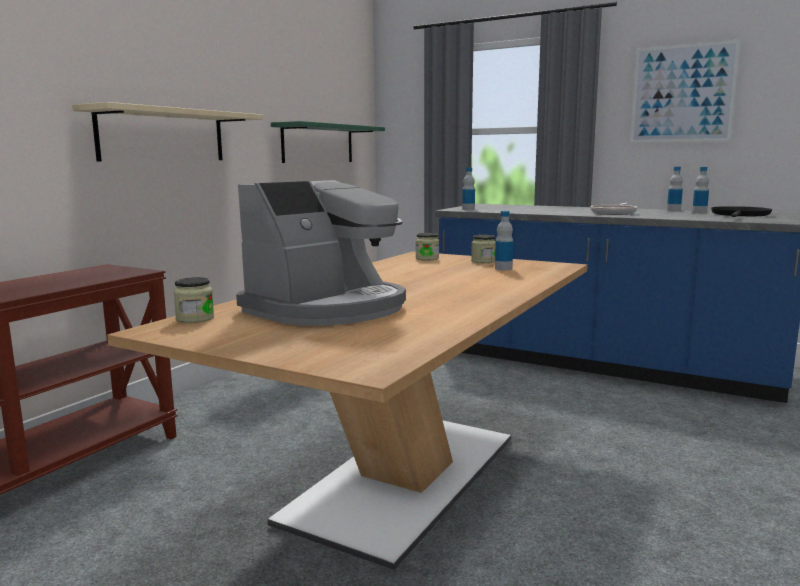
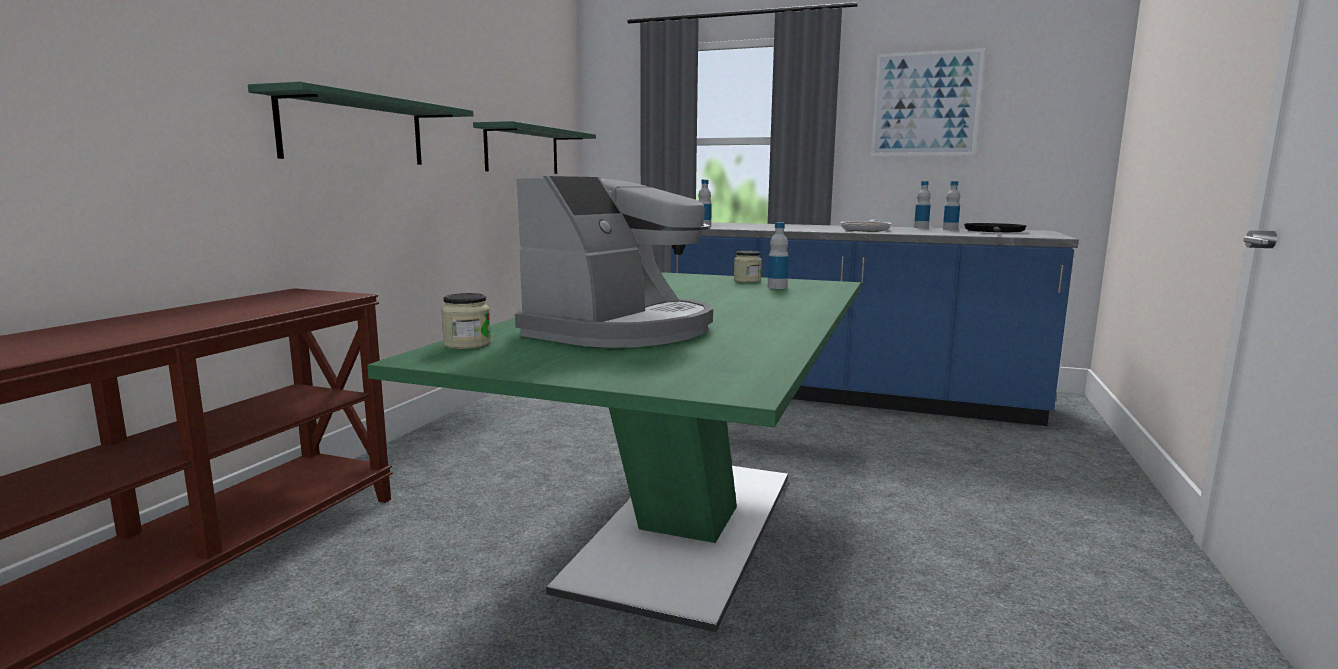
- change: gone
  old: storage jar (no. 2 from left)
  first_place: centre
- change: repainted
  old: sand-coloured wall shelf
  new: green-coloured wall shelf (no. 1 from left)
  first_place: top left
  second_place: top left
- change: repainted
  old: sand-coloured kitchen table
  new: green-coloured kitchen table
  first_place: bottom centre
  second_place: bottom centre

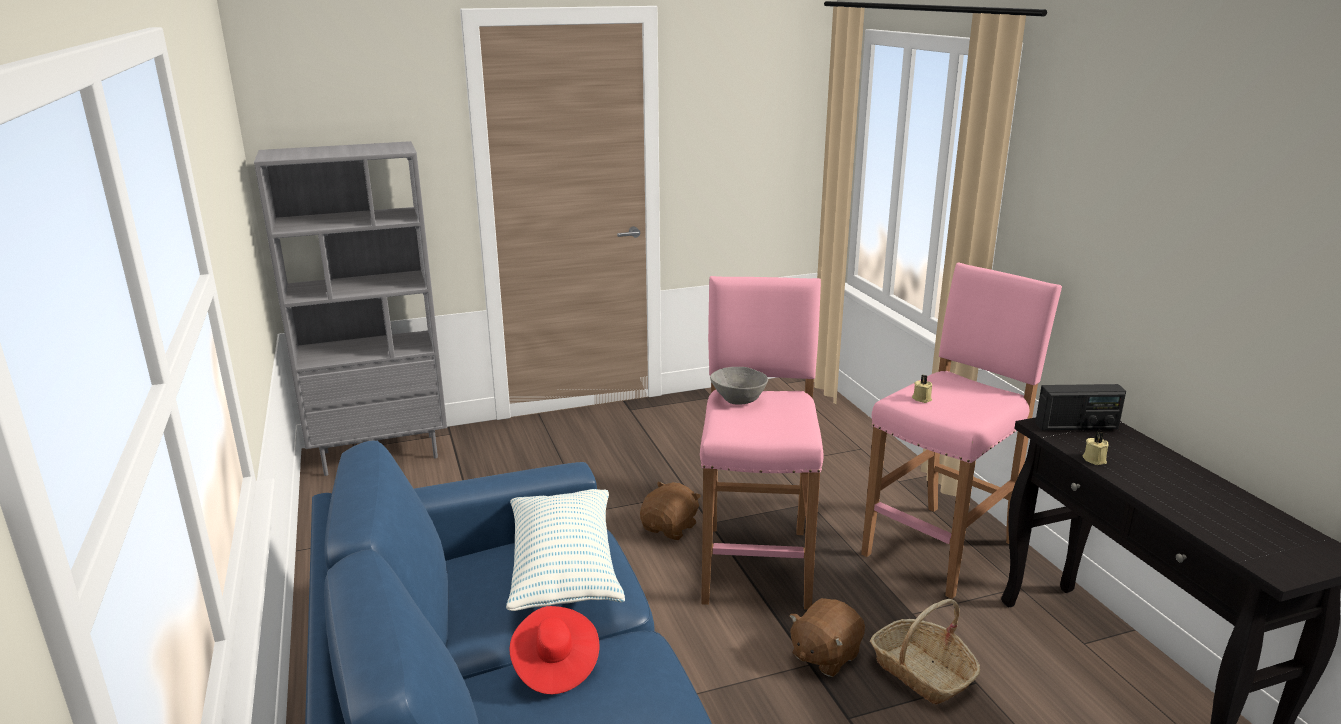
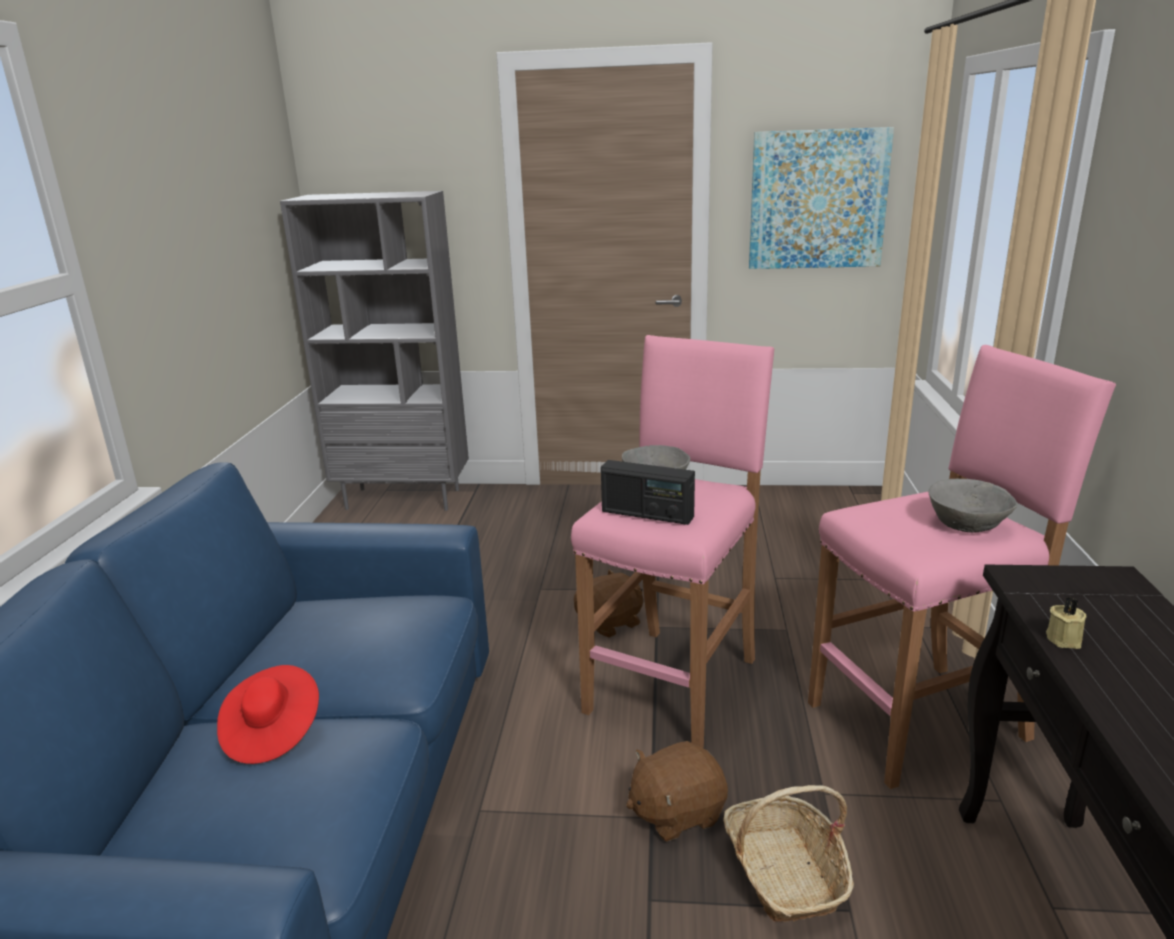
- change: gone
  old: cushion
  first_place: bottom centre
- change: gone
  old: sand-coloured wax candle (no. 1 from left)
  first_place: middle right
- change: new
  new: wall picture
  second_place: top right
- change: new
  new: grey serving bowl (no. 2 from left)
  second_place: middle right
- change: shifted
  old: radio receiver
  first_place: middle right
  second_place: centre

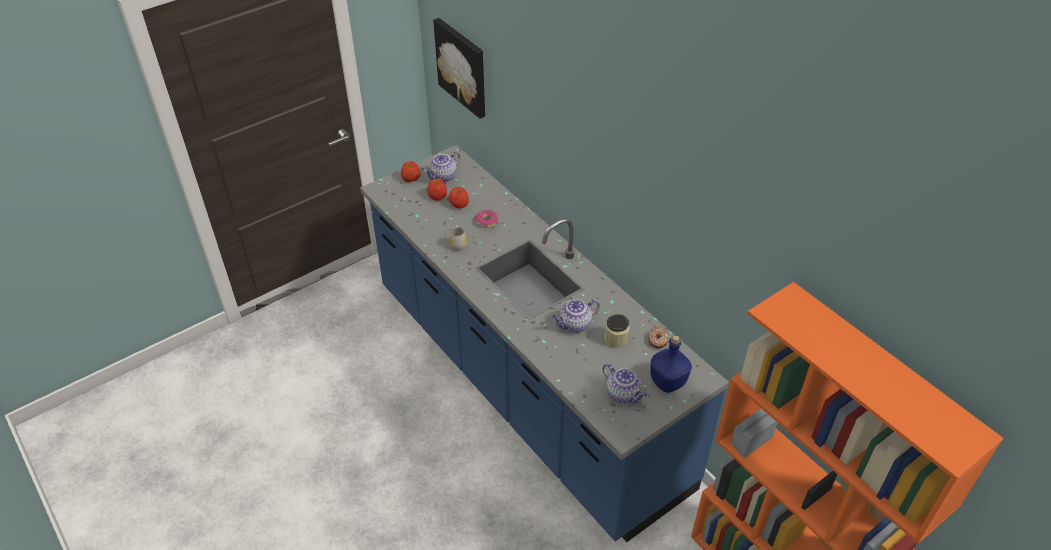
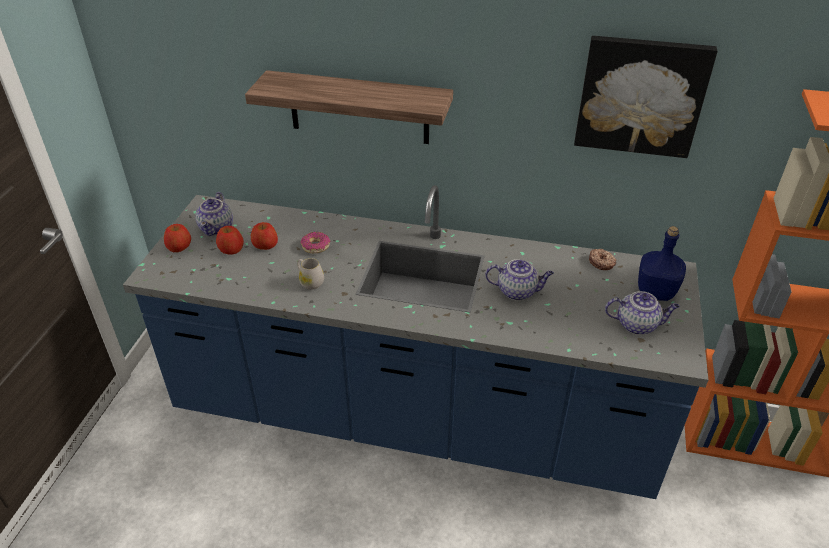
- change: gone
  old: storage jar
  first_place: centre
- change: new
  new: wall shelf
  second_place: top centre
- change: shifted
  old: wall picture
  first_place: top centre
  second_place: top right
- change: rotated
  old: pot for tea (no. 2 from left)
  first_place: centre
  second_place: centre
  degrees: -105

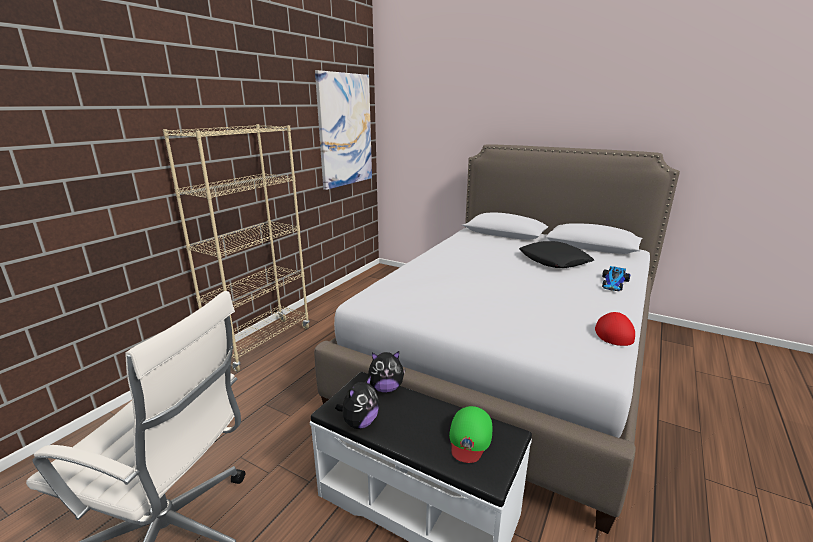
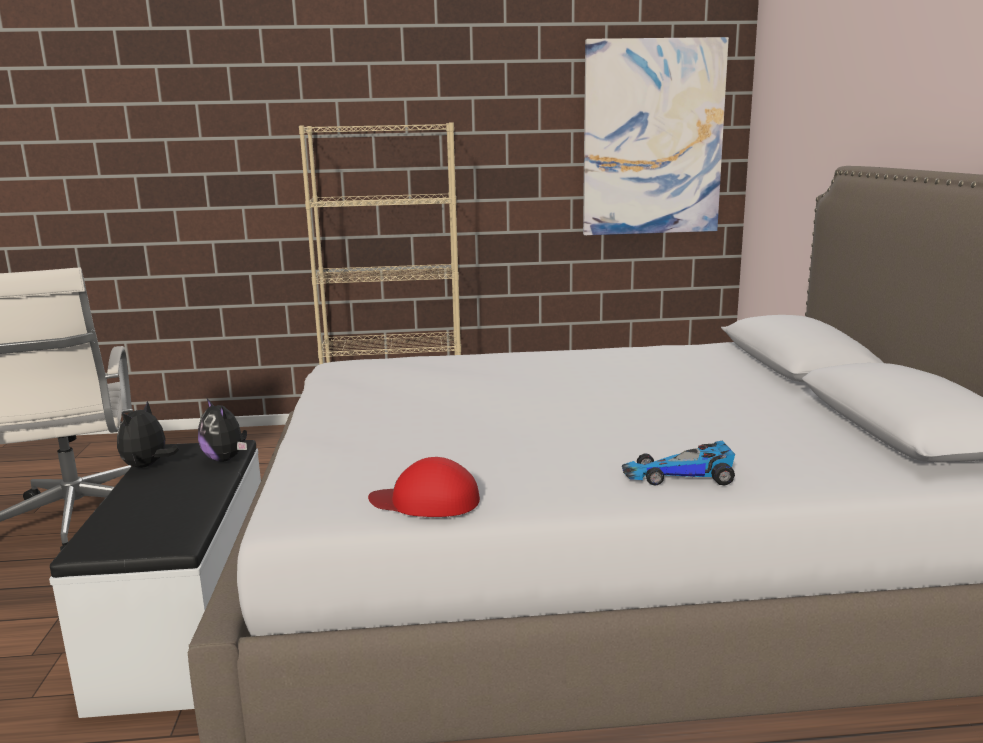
- change: gone
  old: green-coloured peaked cap
  first_place: bottom centre
- change: gone
  old: black-coloured cushion
  first_place: middle right
- change: rotated
  old: cuddly toy (no. 1 from left)
  first_place: bottom centre
  second_place: middle left
  degrees: 105
- change: rotated
  old: red-coloured peaked cap
  first_place: middle right
  second_place: centre
  degrees: -150

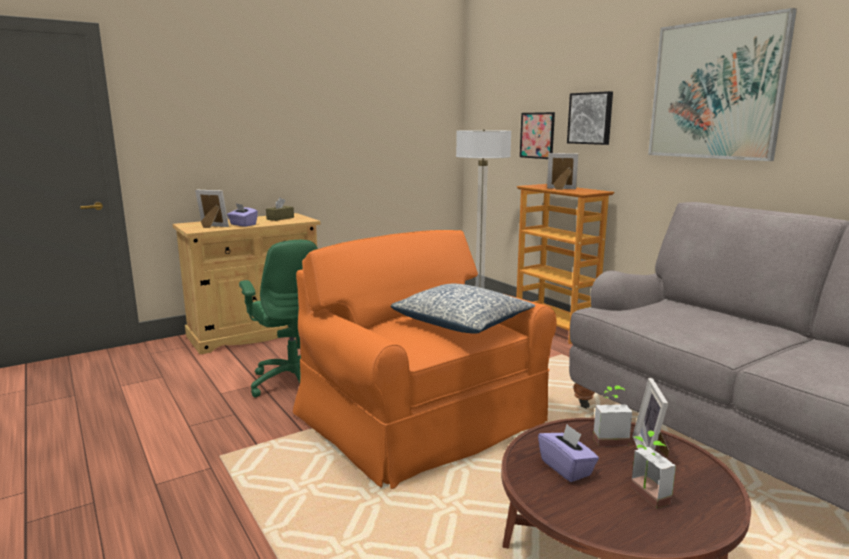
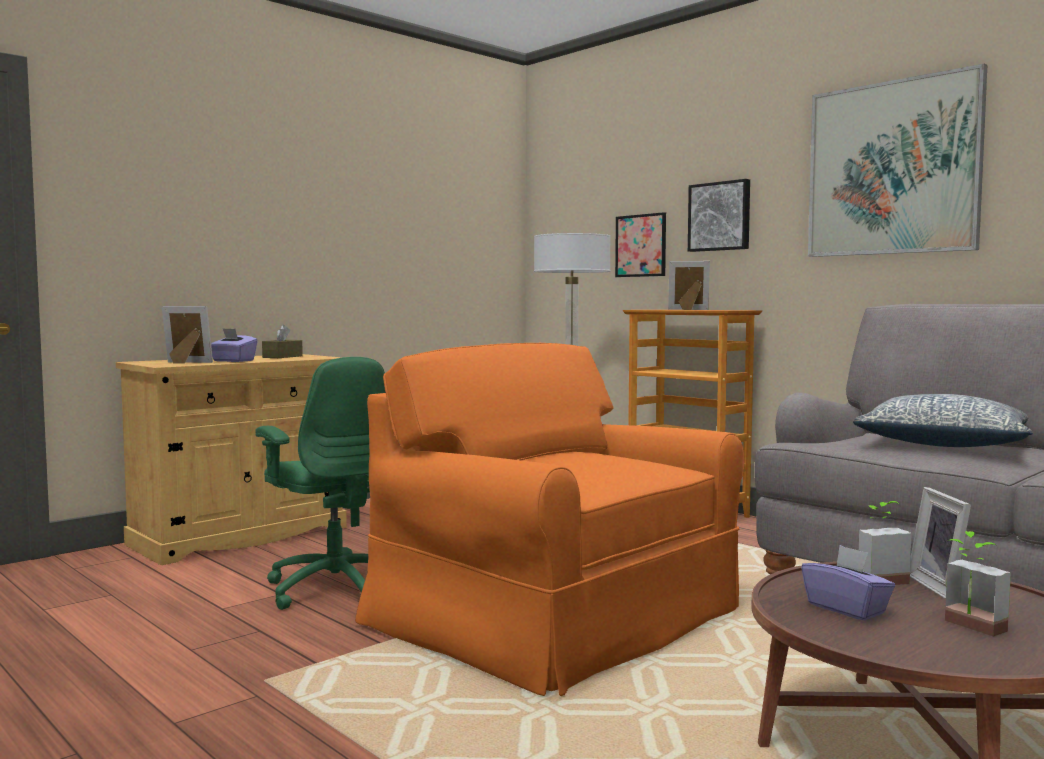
- change: shifted
  old: cushion
  first_place: centre
  second_place: middle right

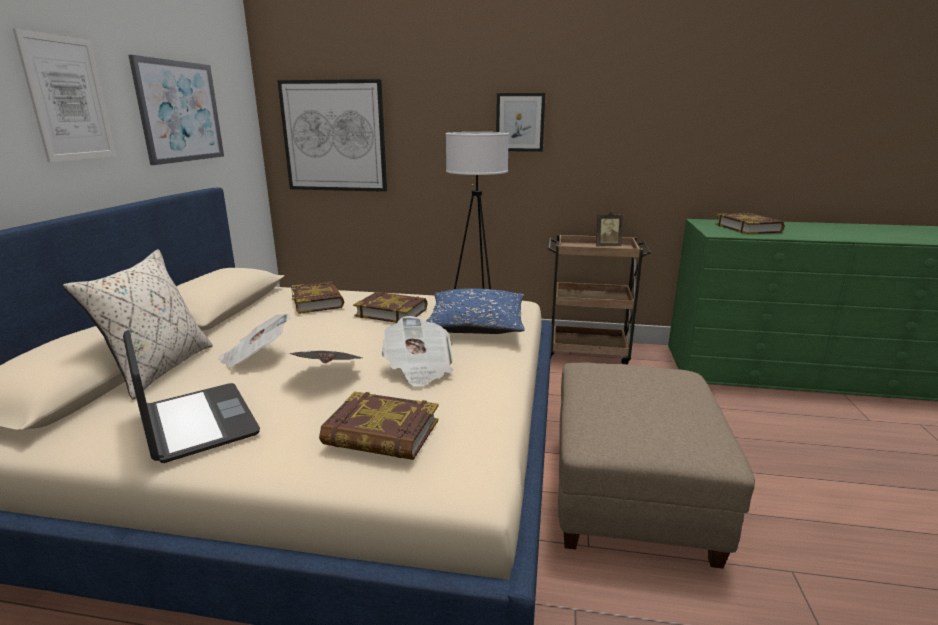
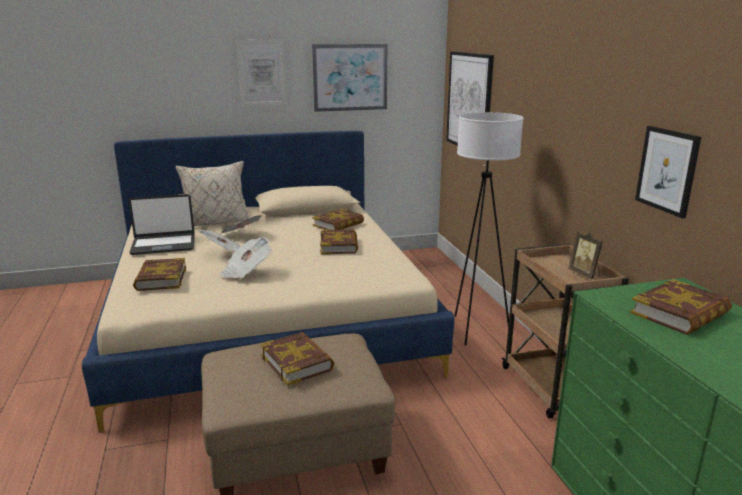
- change: gone
  old: blue-coloured cushion
  first_place: centre
- change: new
  new: bound book (no. 2 from left)
  second_place: bottom centre
- change: shifted
  old: wall picture (no. 4 from left)
  first_place: top centre
  second_place: middle right
- change: rotated
  old: portable computer
  first_place: middle left
  second_place: middle left
  degrees: 45

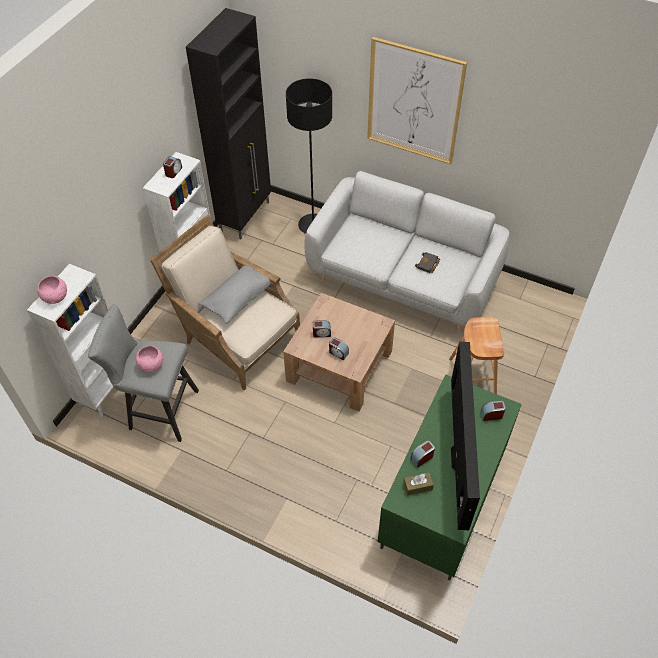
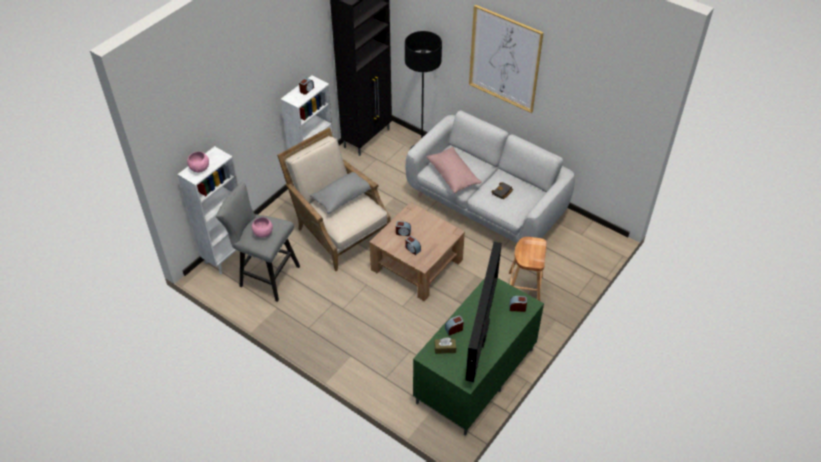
- change: new
  new: pinkish cushion
  second_place: centre

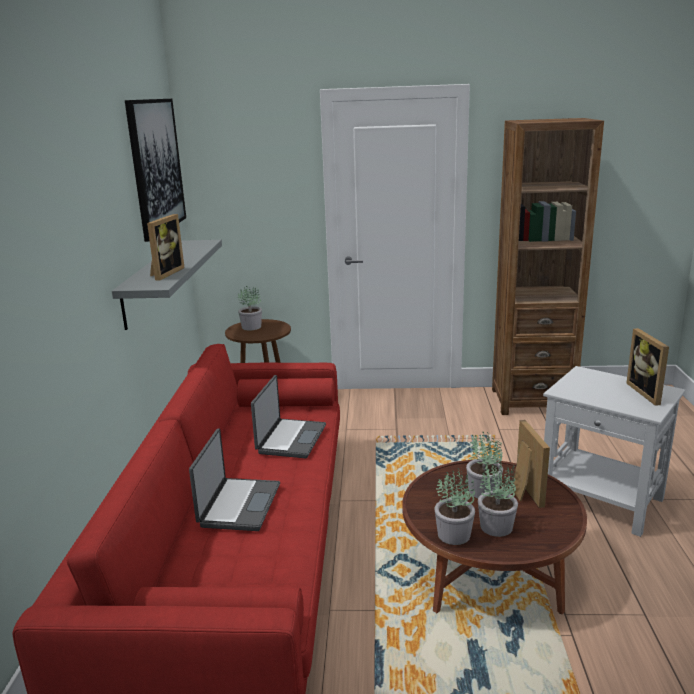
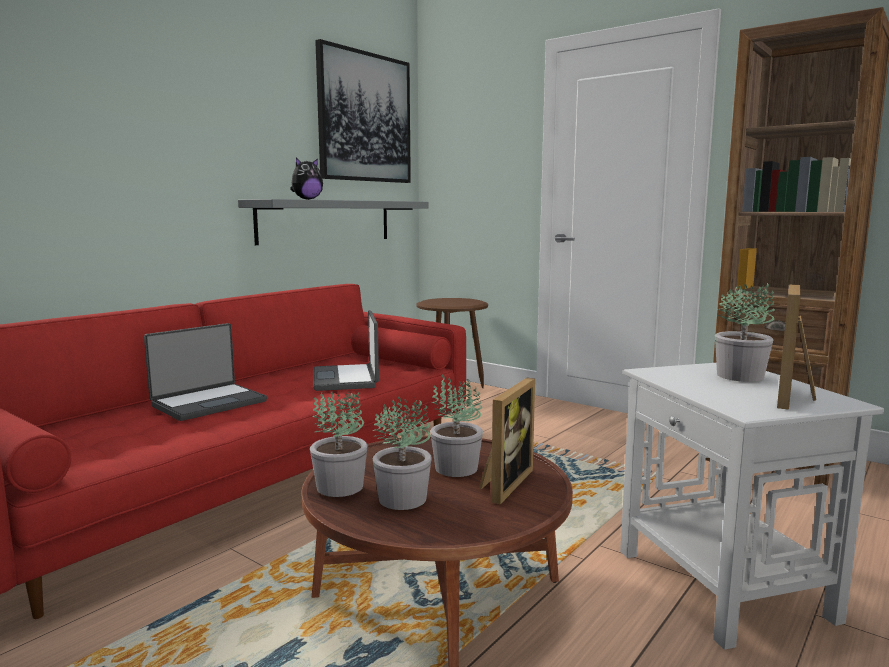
- change: shifted
  old: potted plant (no. 1 from left in the first image)
  new: potted plant (no. 4 from left)
  first_place: centre
  second_place: middle right
- change: swapped
  old: standing frame (no. 1 from left)
  new: cuddly toy
  first_place: middle left
  second_place: top centre
- change: rotated
  old: portable computer (no. 2 from left)
  first_place: centre
  second_place: centre
  degrees: 120

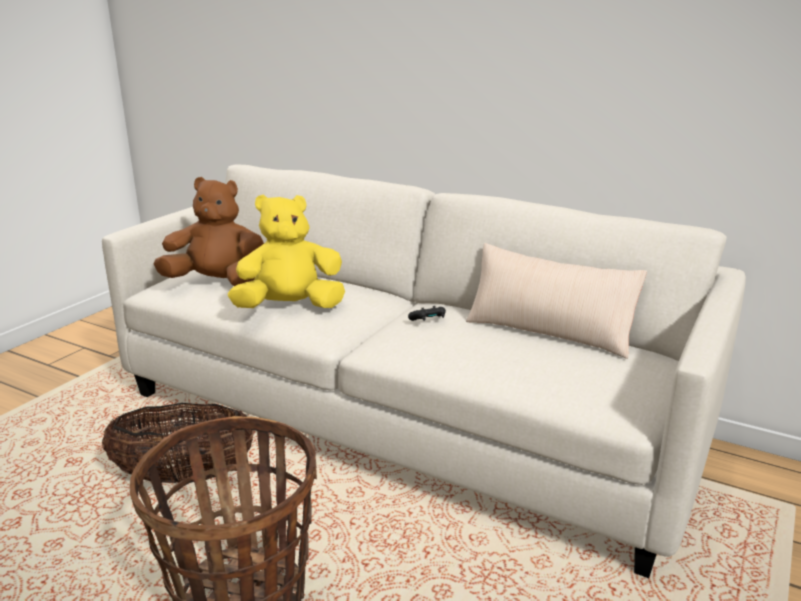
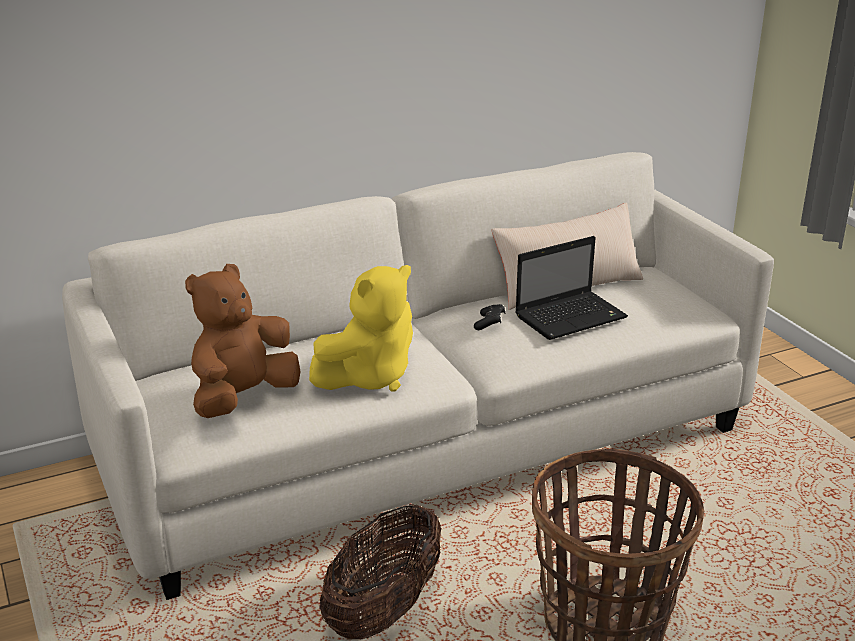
- change: new
  new: portable computer
  second_place: middle right
- change: rotated
  old: yellow-coloured cuddly toy
  first_place: centre
  second_place: centre
  degrees: -150

